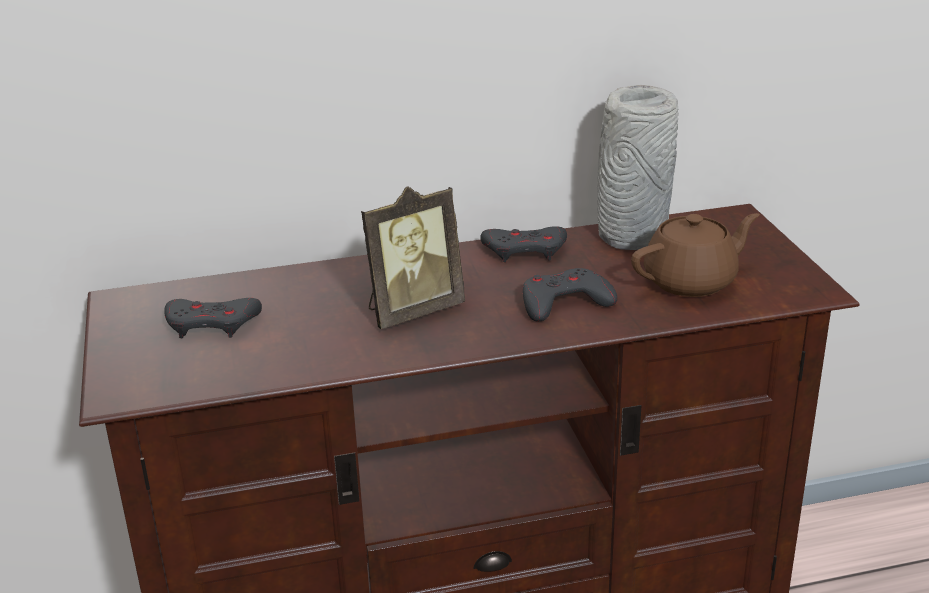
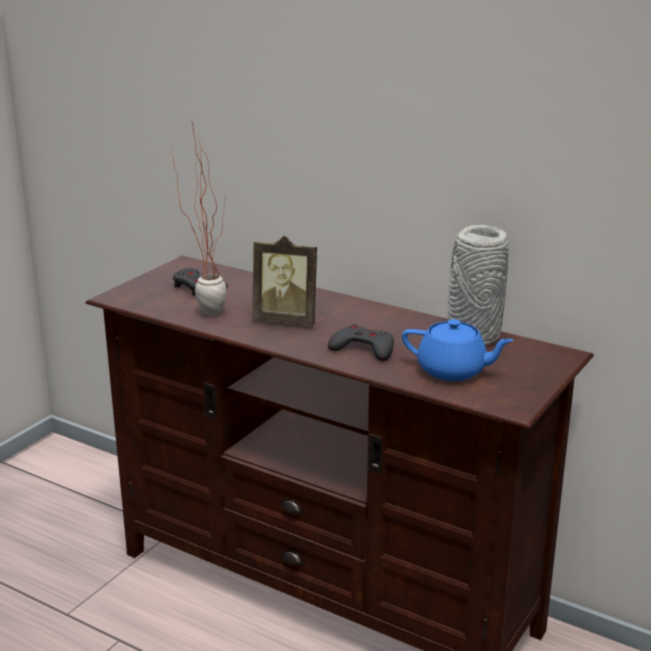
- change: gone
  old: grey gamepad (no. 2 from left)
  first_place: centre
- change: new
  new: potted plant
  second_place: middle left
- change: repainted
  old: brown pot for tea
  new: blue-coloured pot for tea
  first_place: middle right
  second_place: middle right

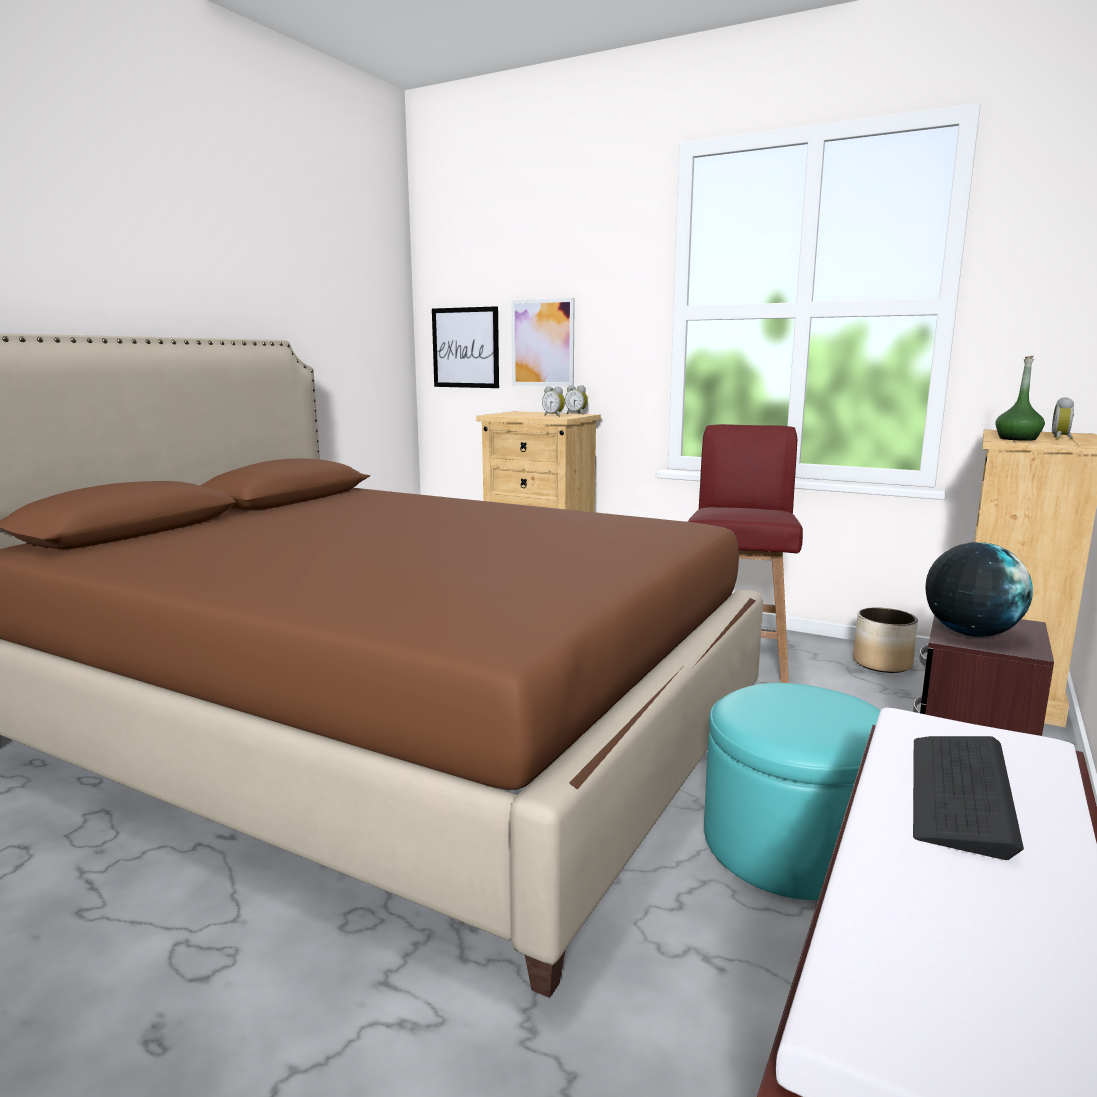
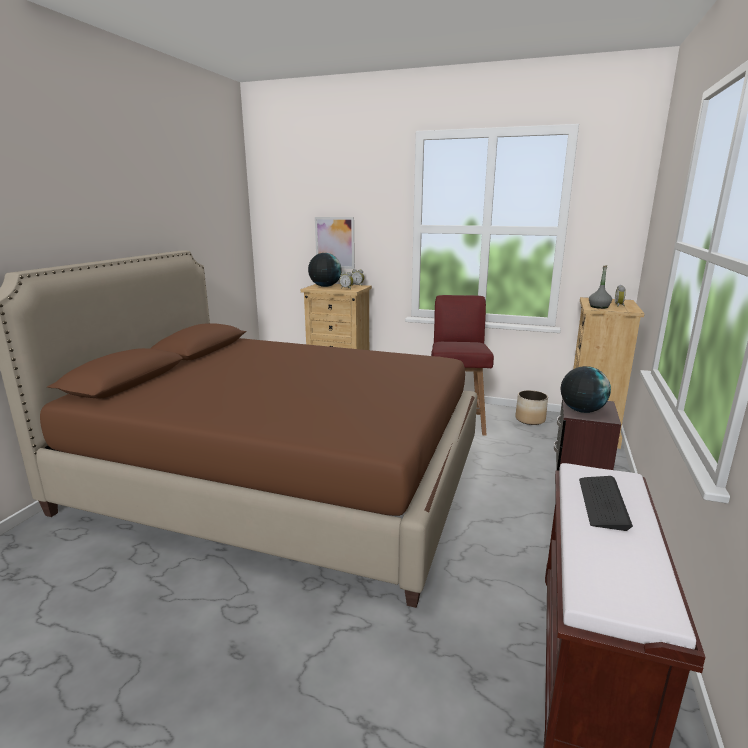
- change: gone
  old: wall picture (no. 1 from left)
  first_place: top centre
- change: gone
  old: turquoise-coloured pouffe
  first_place: bottom right
- change: new
  new: desk globe (no. 1 from left)
  second_place: centre
- change: repainted
  old: green-coloured drink bottle
  new: grey drink bottle
  first_place: middle right
  second_place: middle right

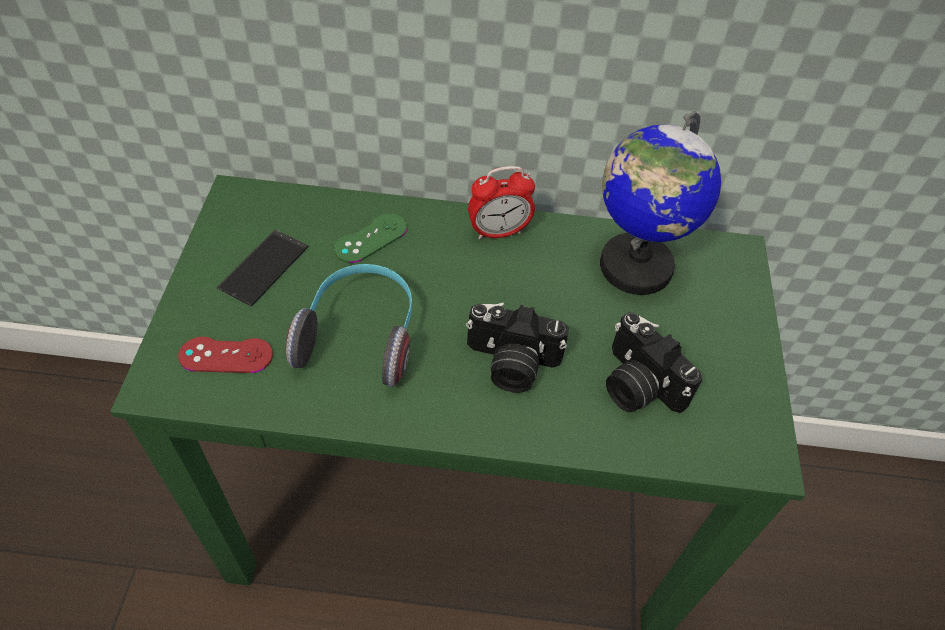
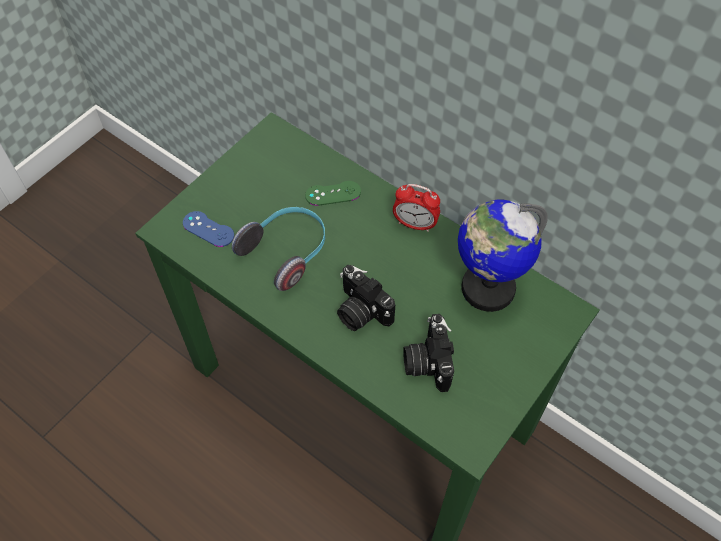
- change: gone
  old: handset
  first_place: middle left
- change: repainted
  old: red-coloured gamepad
  new: blue-coloured gamepad
  first_place: middle left
  second_place: middle left

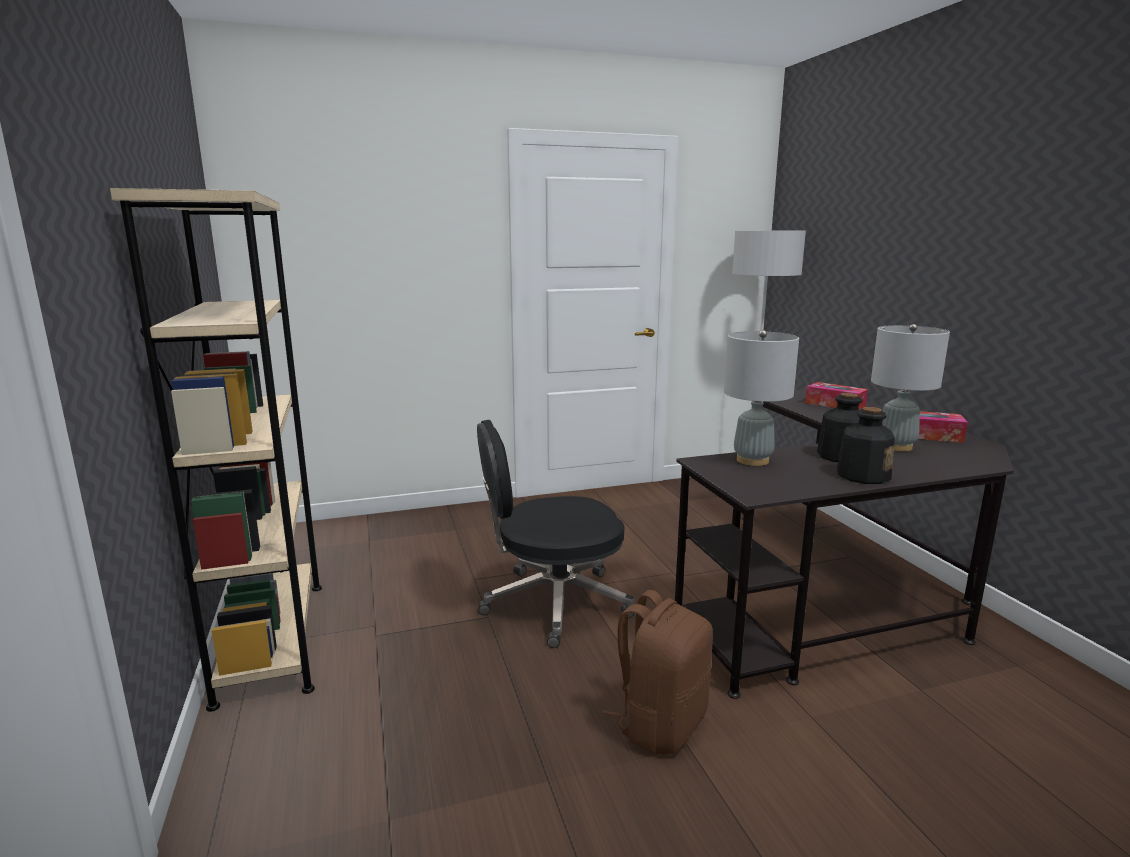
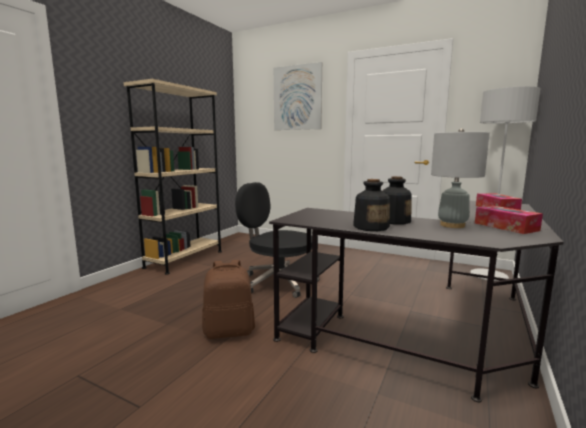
- change: gone
  old: grey table lamp (no. 1 from left)
  first_place: middle right
- change: new
  new: wall picture
  second_place: top centre

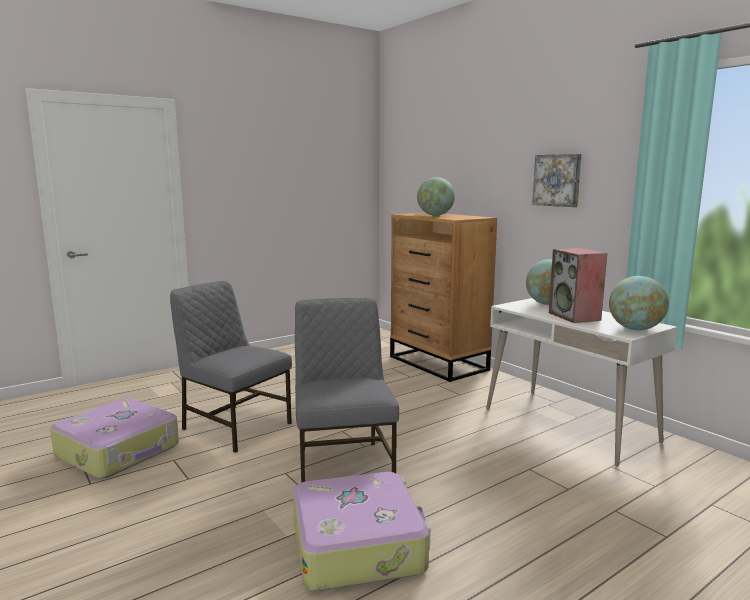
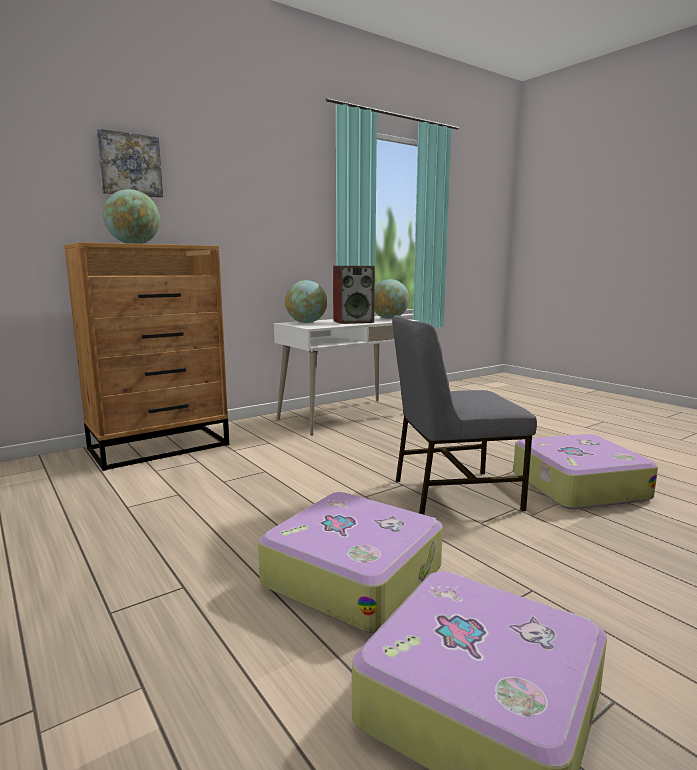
- change: shifted
  old: wall picture
  first_place: top right
  second_place: top left
- change: swapped
  old: grey plain chair (no. 1 from left)
  new: travel case (no. 1 from left)
  first_place: middle left
  second_place: bottom centre

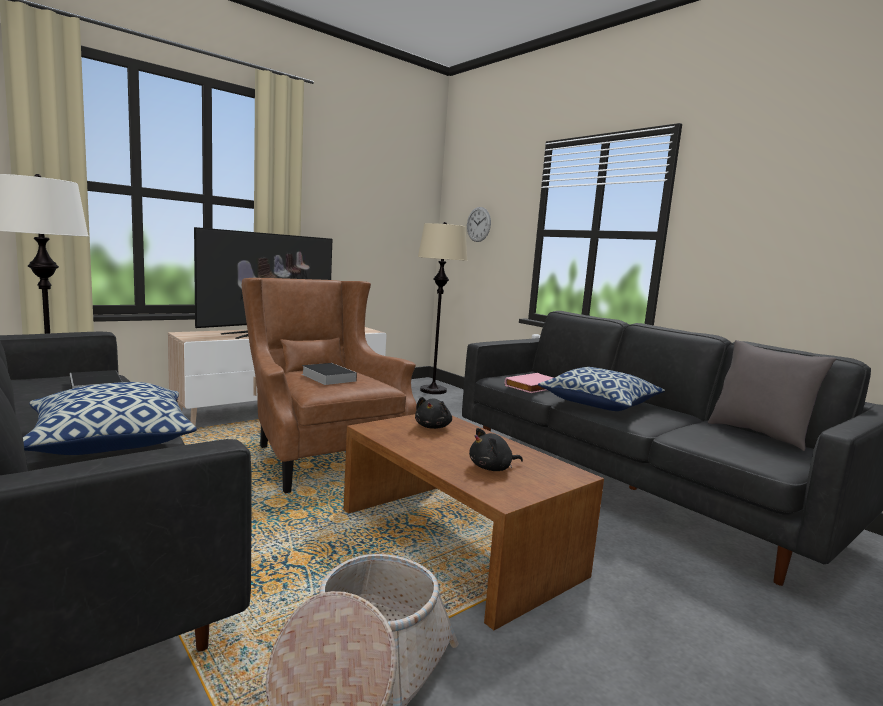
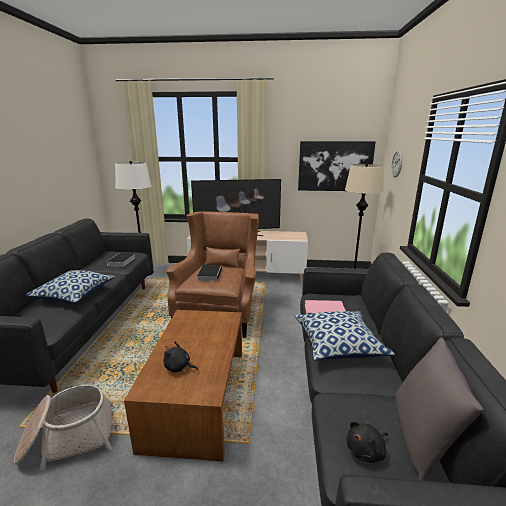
- change: new
  new: wall picture
  second_place: top centre
- change: shifted
  old: black-coloured cuddly toy (no. 1 from left in the first image)
  new: black-coloured cuddly toy (no. 2 from left)
  first_place: centre
  second_place: bottom right

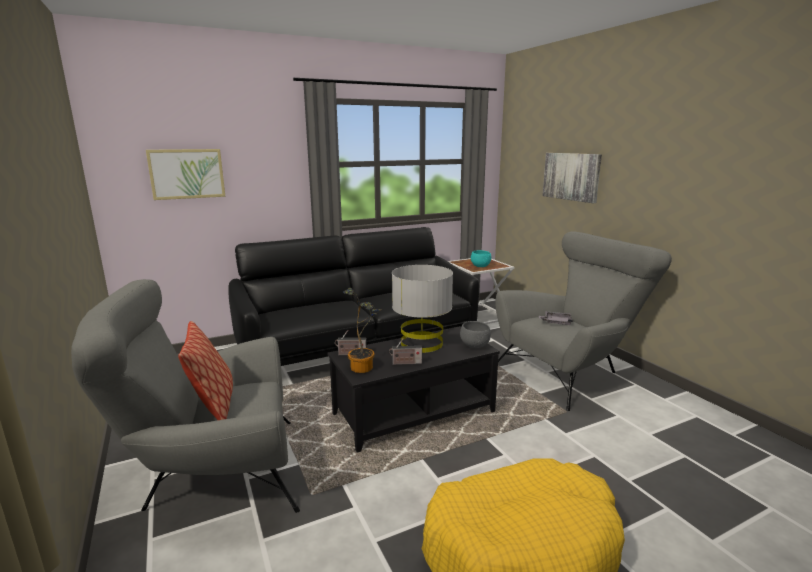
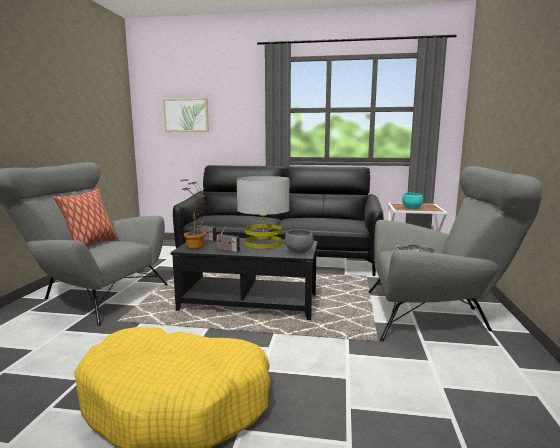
- change: gone
  old: wall picture (no. 2 from left)
  first_place: top right

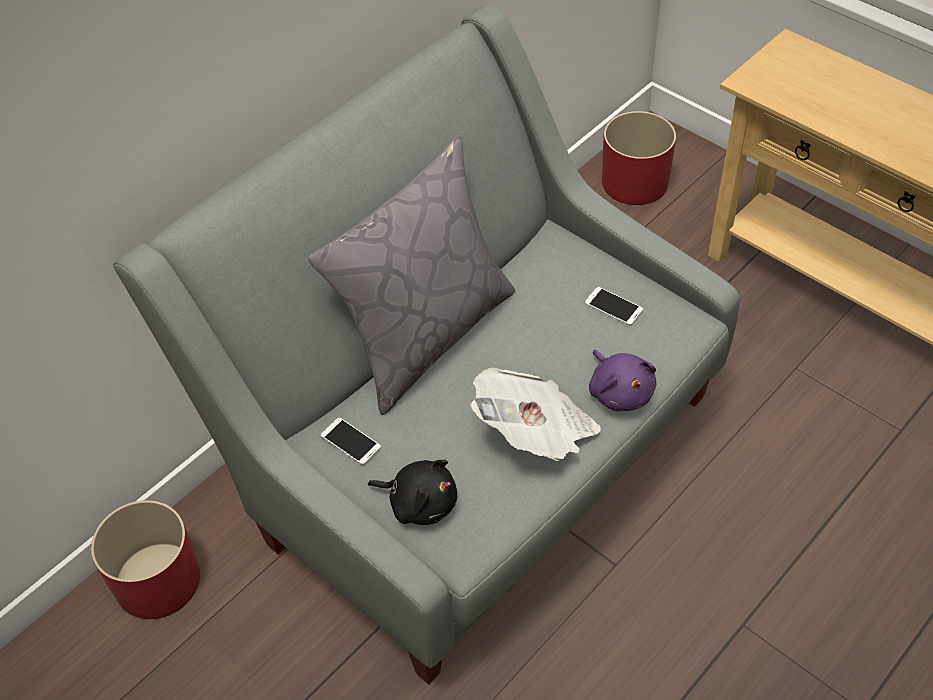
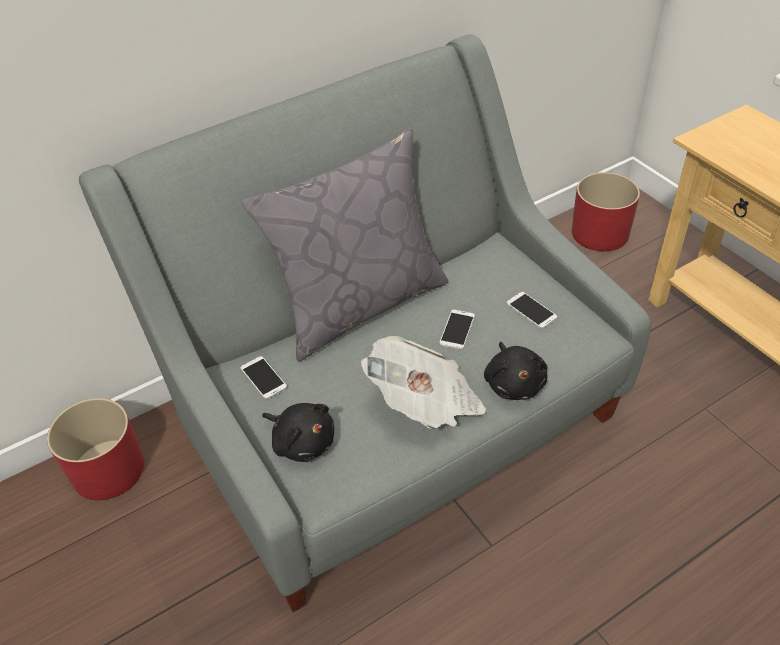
- change: new
  new: handset (no. 2 from left)
  second_place: centre
- change: repainted
  old: purple cuddly toy
  new: black-coloured cuddly toy (no. 2 from left)
  first_place: middle right
  second_place: centre

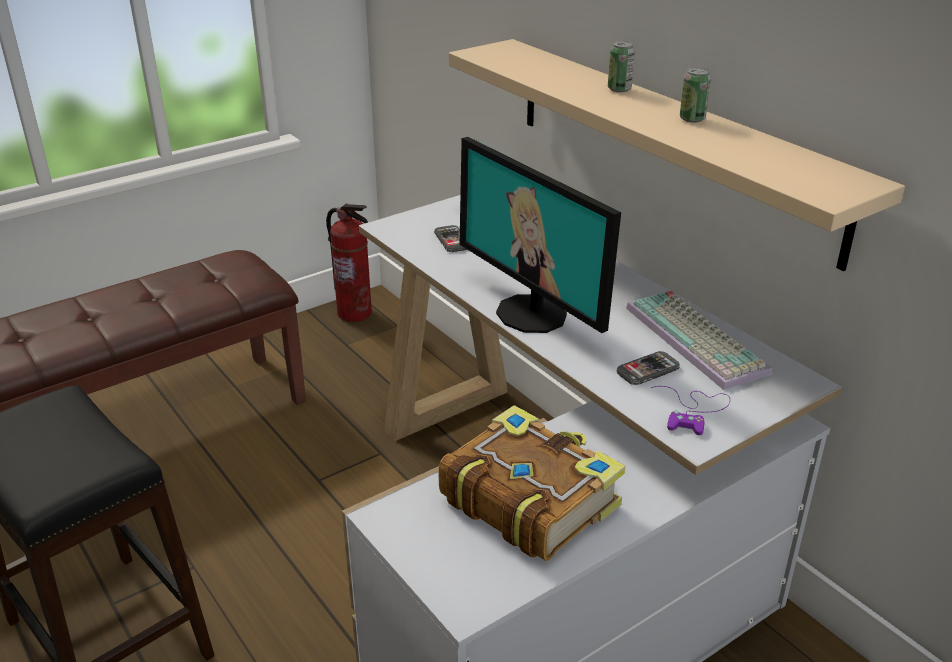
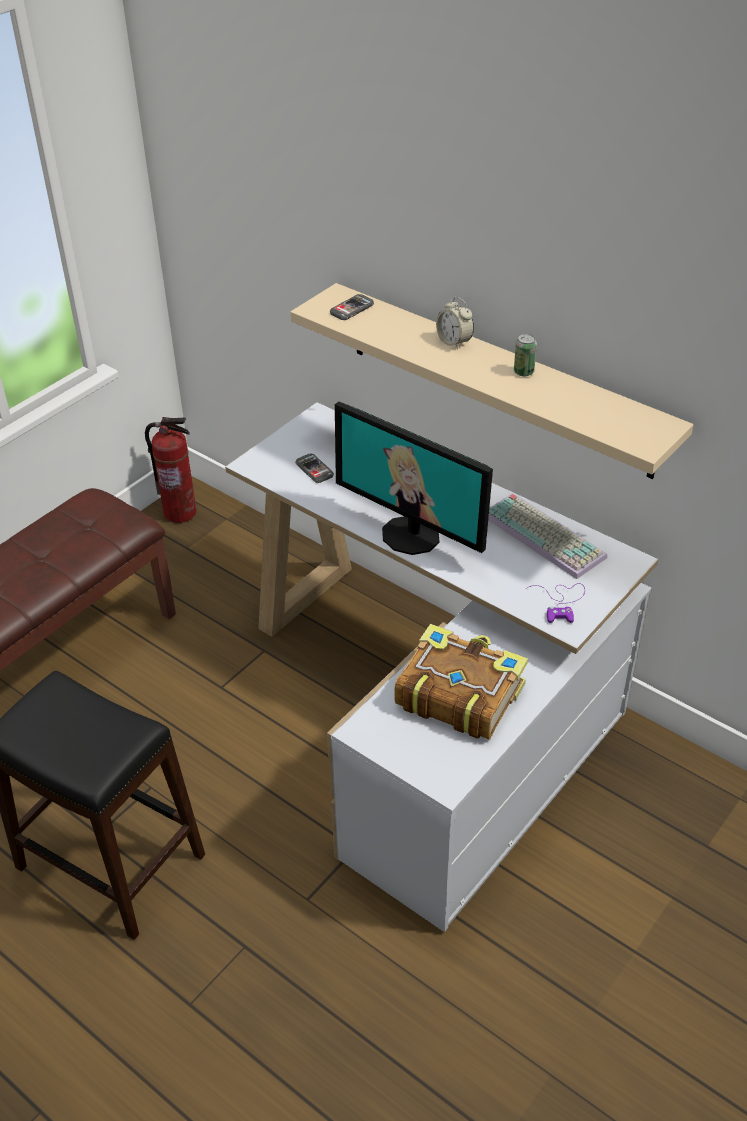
- change: shifted
  old: handset (no. 2 from left)
  first_place: middle right
  second_place: top centre
- change: swapped
  old: sealed can (no. 1 from left)
  new: table clock
  first_place: top centre
  second_place: top centre

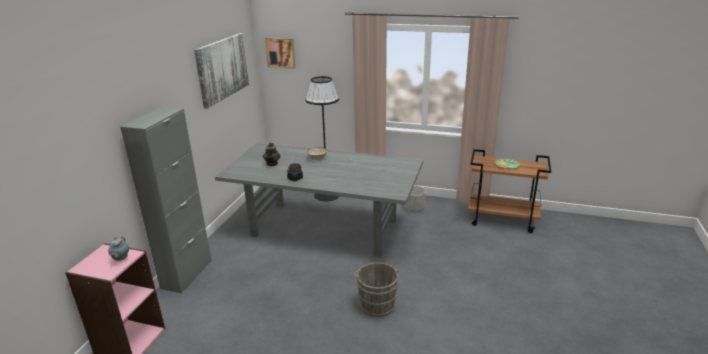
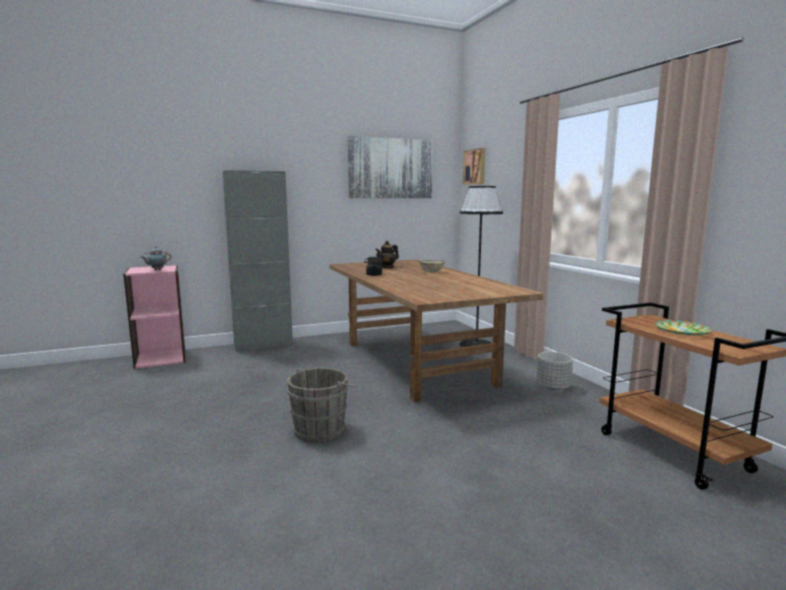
- change: repainted
  old: grey kitchen table
  new: brown kitchen table
  first_place: centre
  second_place: centre

